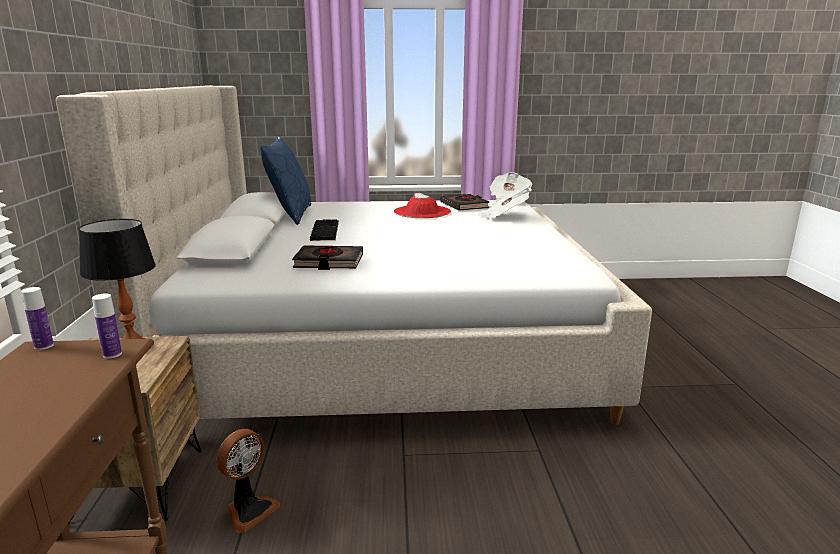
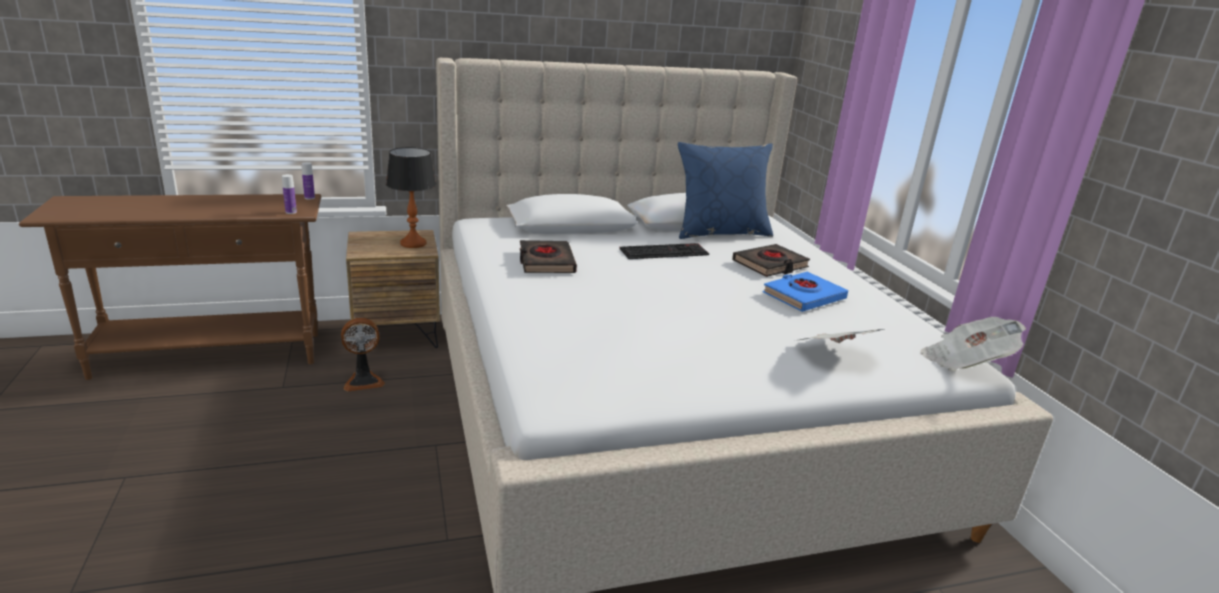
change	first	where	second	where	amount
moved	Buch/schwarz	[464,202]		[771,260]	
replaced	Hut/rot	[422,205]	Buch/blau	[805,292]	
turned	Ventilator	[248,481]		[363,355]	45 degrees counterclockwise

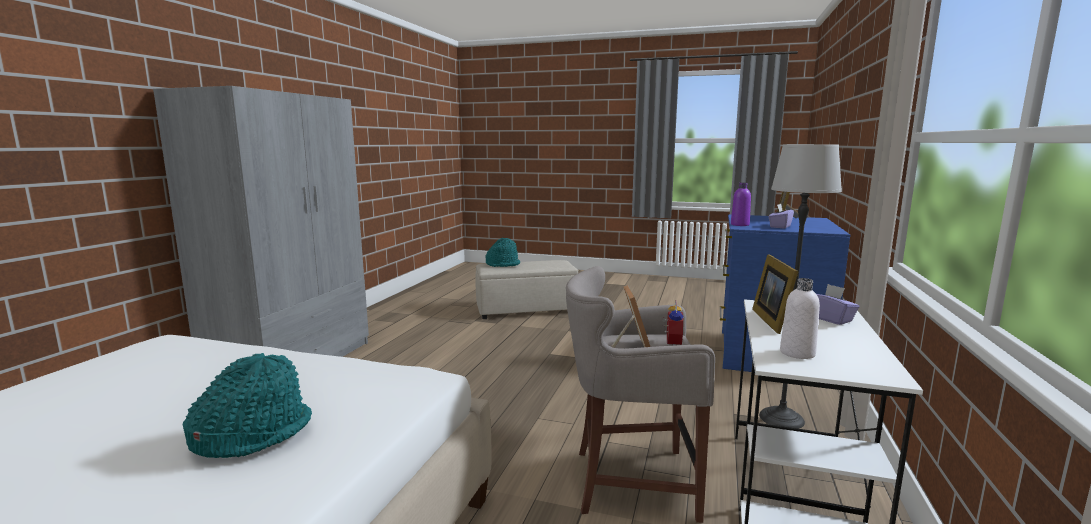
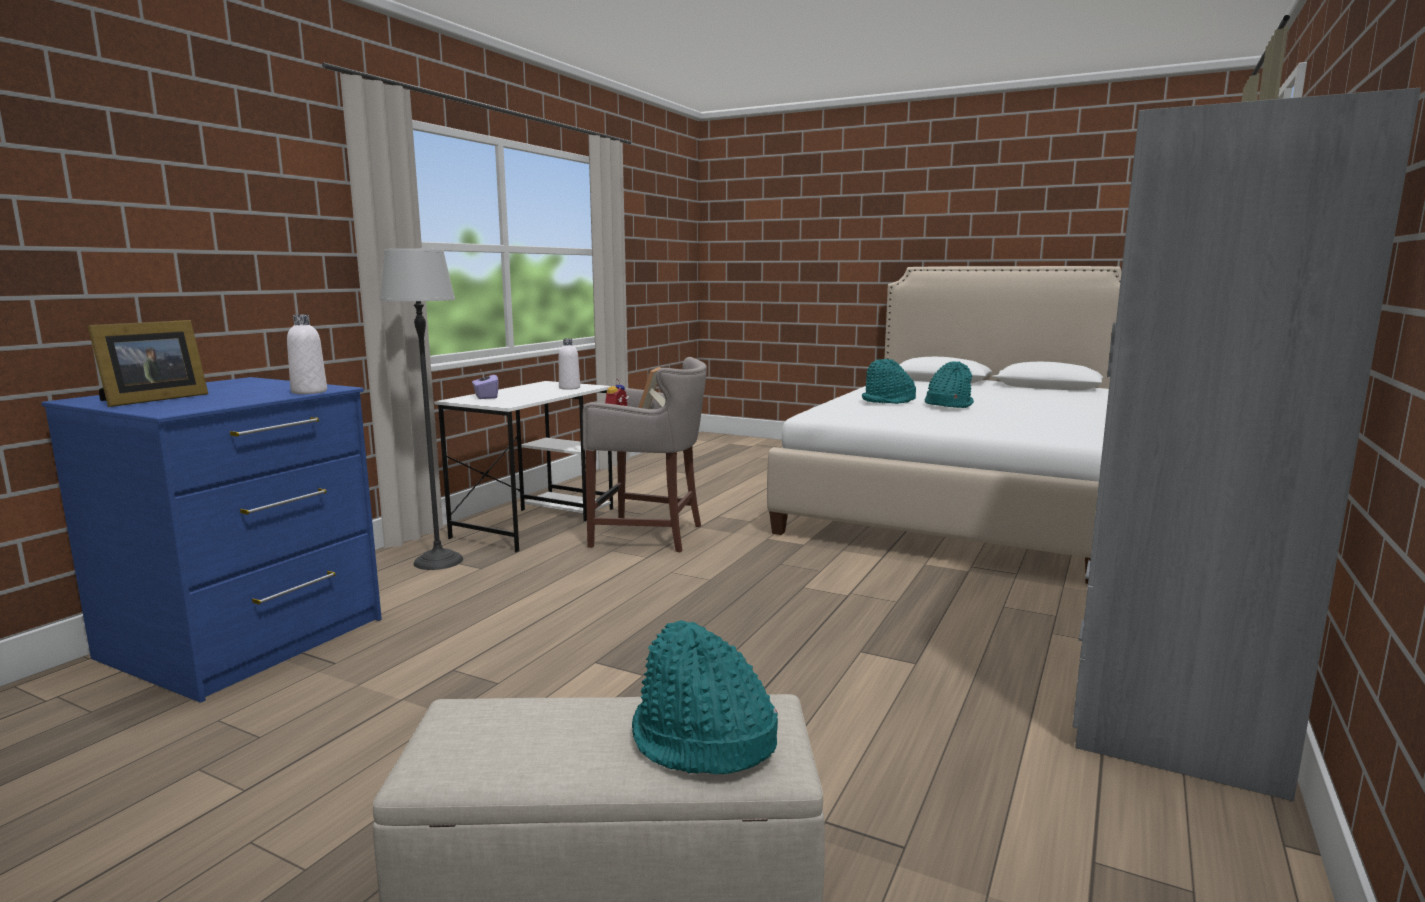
change	first	where	second	where	amount
removed	Bilderrahmen	[775,294]			
removed	Taschentuchbox/lila	[781,216]			
added			Hut/türkis	[949,384]	
recoloured	Flasche/lila	[741,204]	Flasche/weiß	[307,354]	

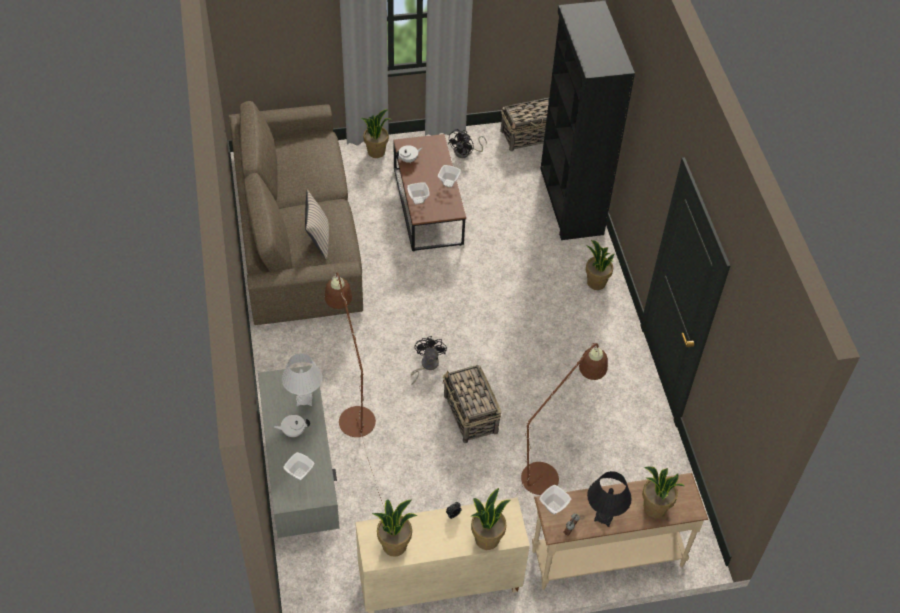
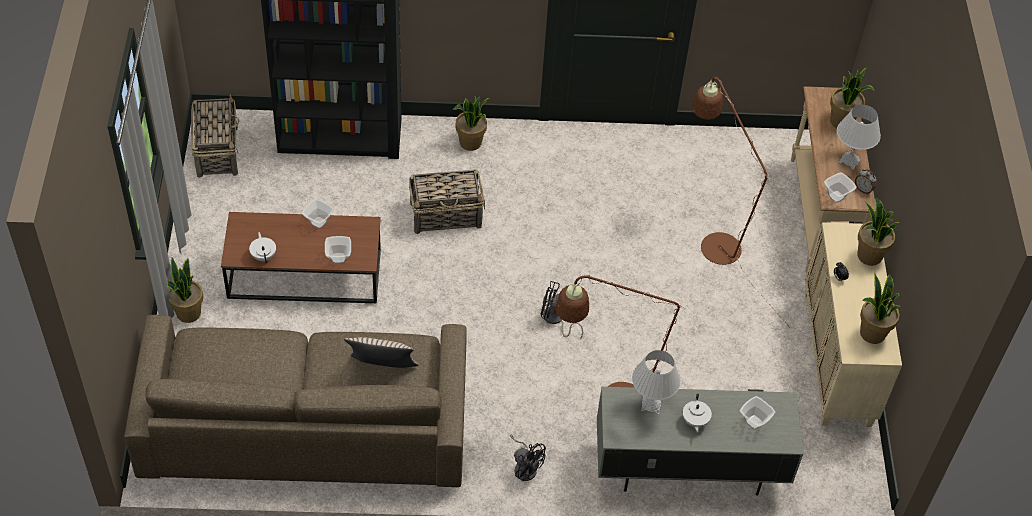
change	first	where	second	where	amount
moved	Korb	[472,404]		[447,202]	
moved	Ventilator/schwarz	[467,143]		[528,458]	
recoloured	Tischlampe/schwarz	[609,499]	Tischlampe/weiß	[859,137]	

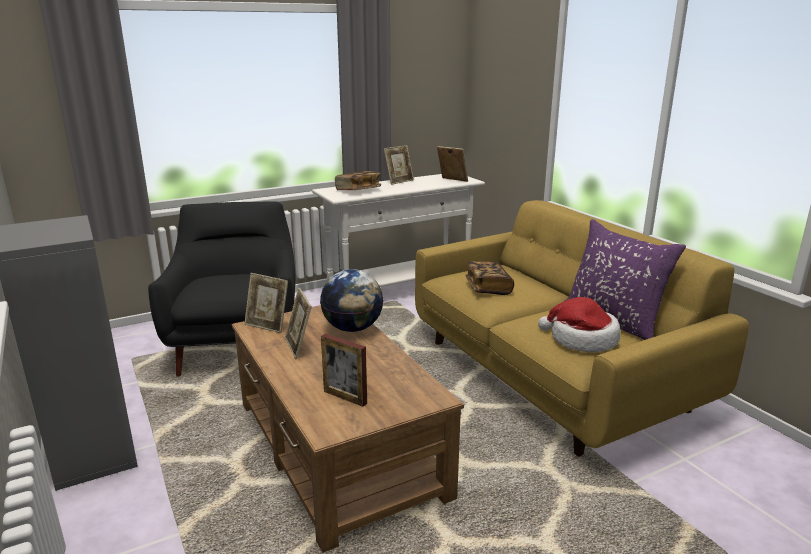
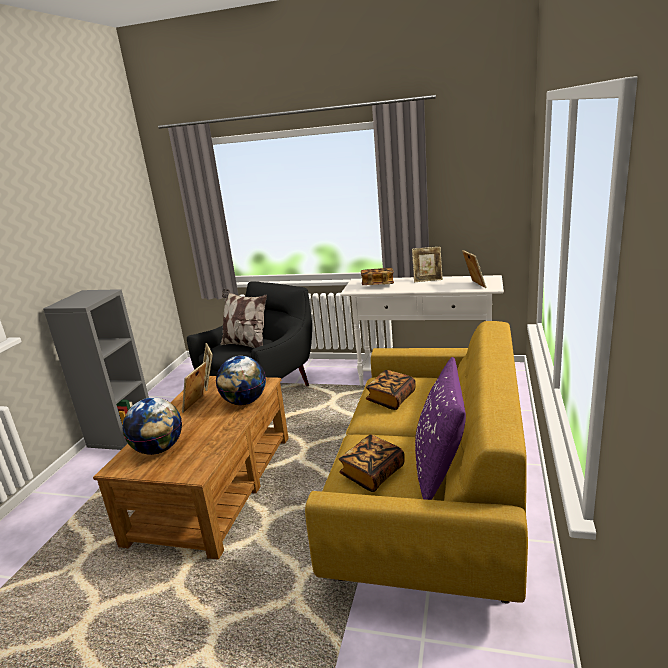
change	first	where	second	where	amount
added			Kissen	[243,318]	
replaced	Bilderrahmen	[344,370]	Globus	[152,426]	
replaced	Hut	[579,324]	Buch	[372,463]	

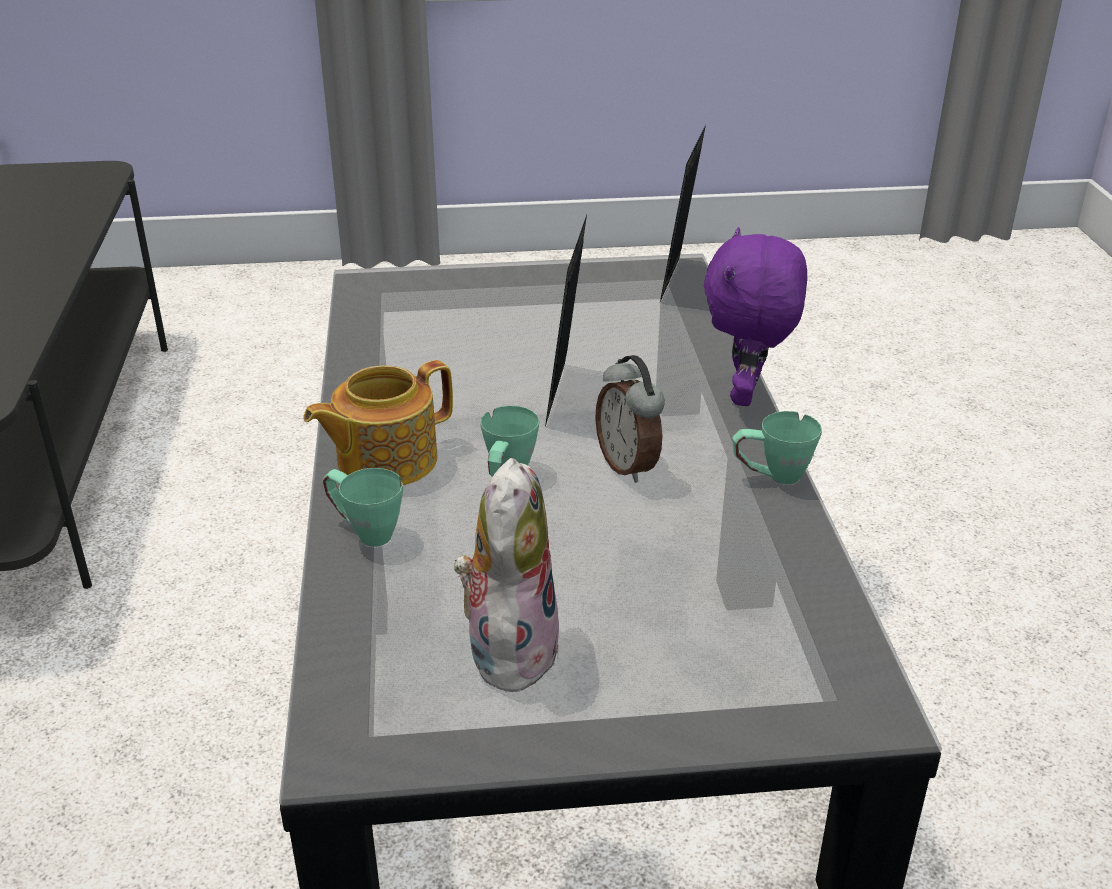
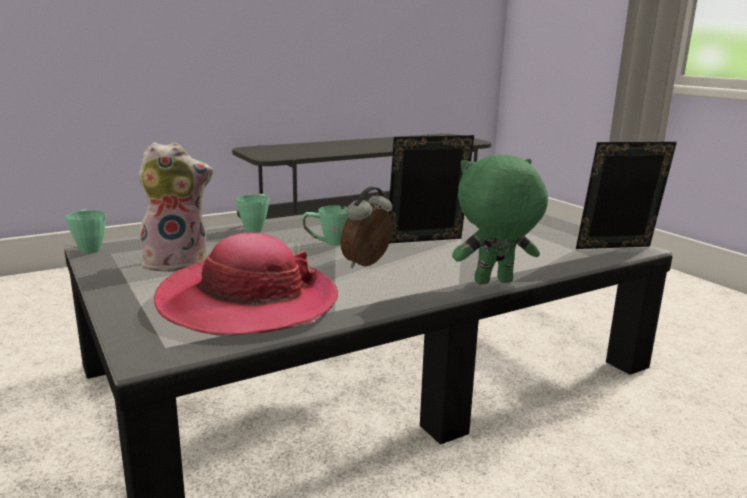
change	first	where	second	where	amount
removed	Teekanne	[378,422]			
added			Hut	[246,284]	
moved	Henkelbecher/grün	[777,447]		[86,231]	
recoloured	Plüschtier/lila	[755,316]	Plüschtier/grün	[500,219]	

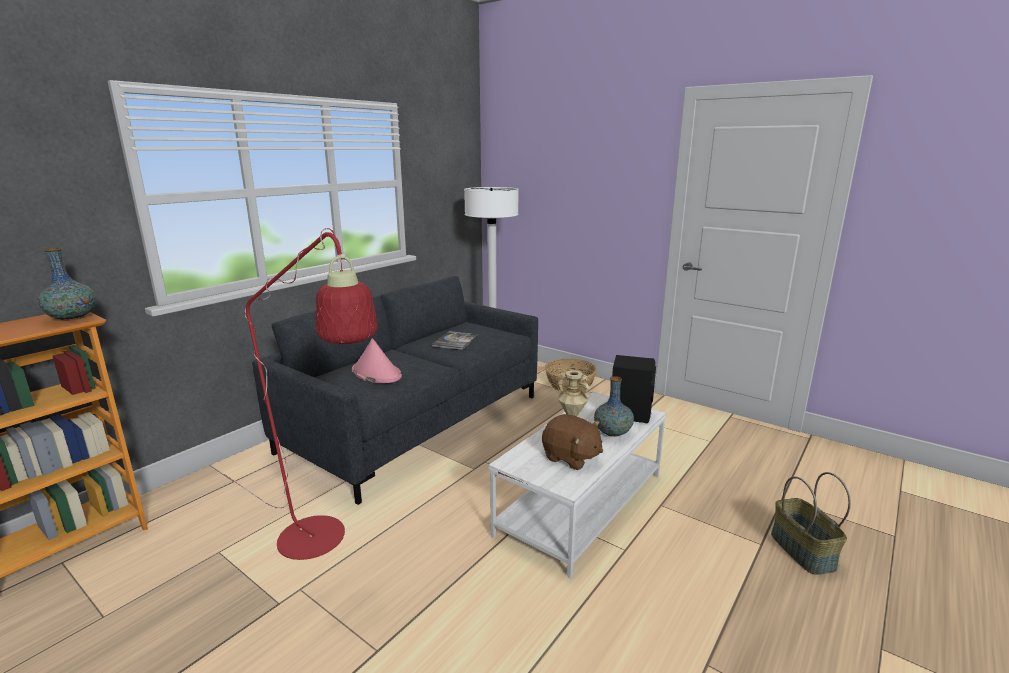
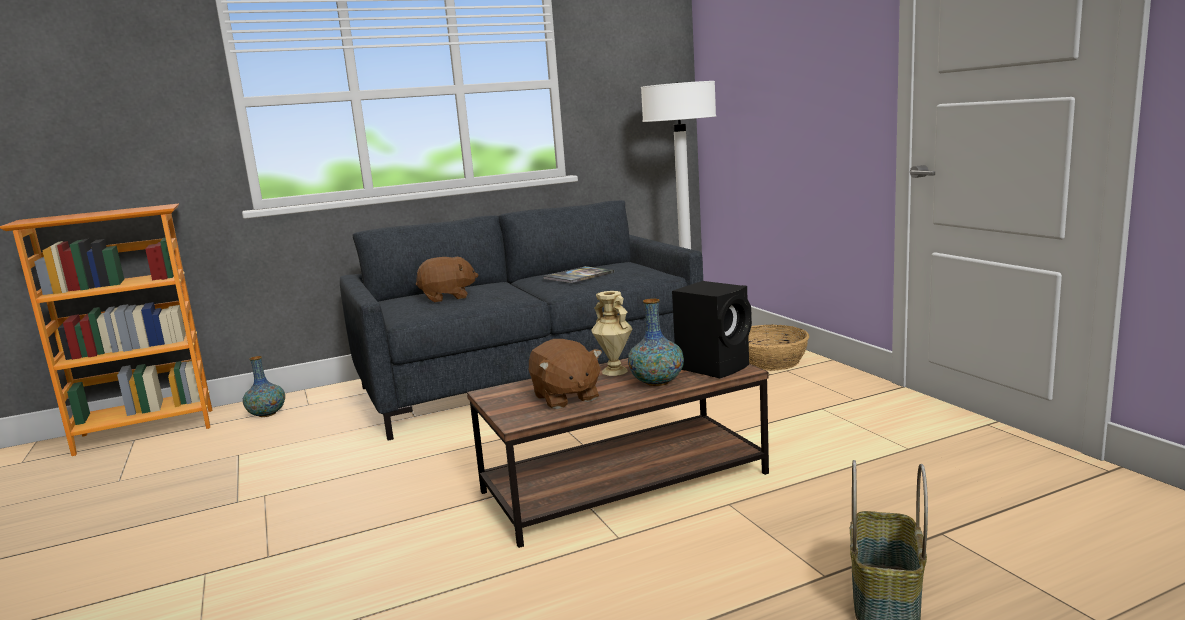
change	first	where	second	where	amount
removed	Stehlampe/rot	[301,394]			
moved	Vase	[66,284]		[264,386]	
replaced	Hut/rosa	[377,361]	Plüschtier/braun	[447,279]	
recoloured	Couchtisch/weiß	[577,485]	Couchtisch/braun	[618,453]	

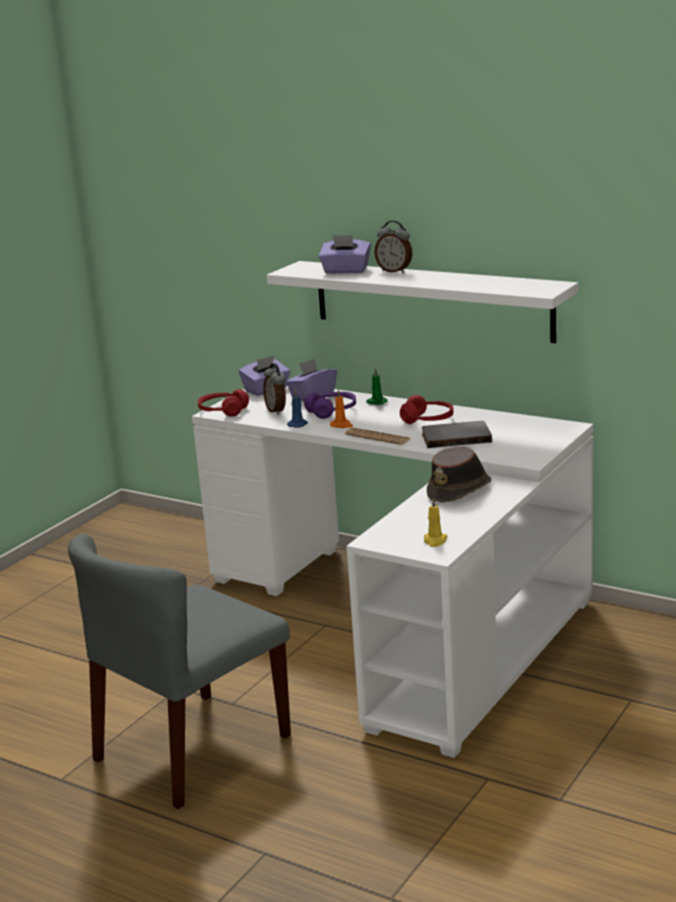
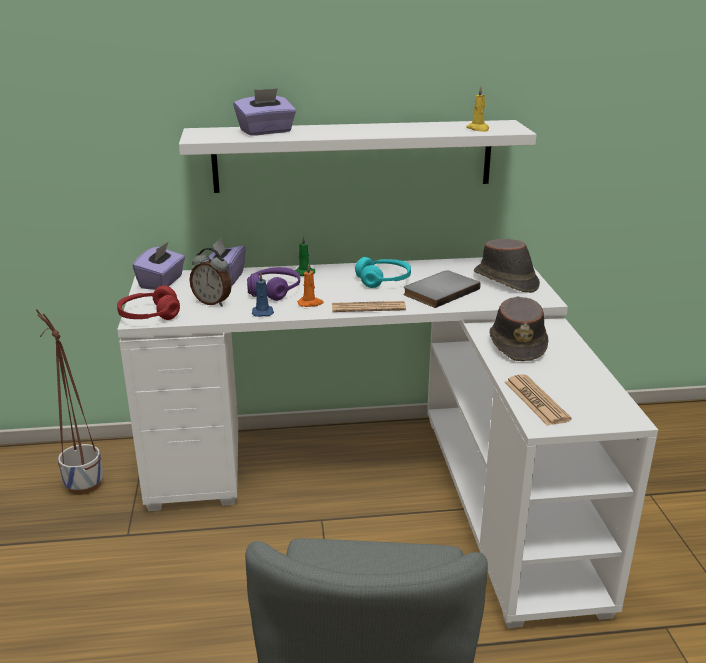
change	first	where	second	where	amount
removed	Wecker	[393,246]			
added			Pflanzkübel	[69,402]	
added			Hut/braun	[507,266]	
added			Zeitung	[538,400]	
moved	Kerze/gelb	[435,522]		[477,109]	
recoloured	Kopfhörer/rot	[426,409]	Kopfhörer/türkis	[383,272]	

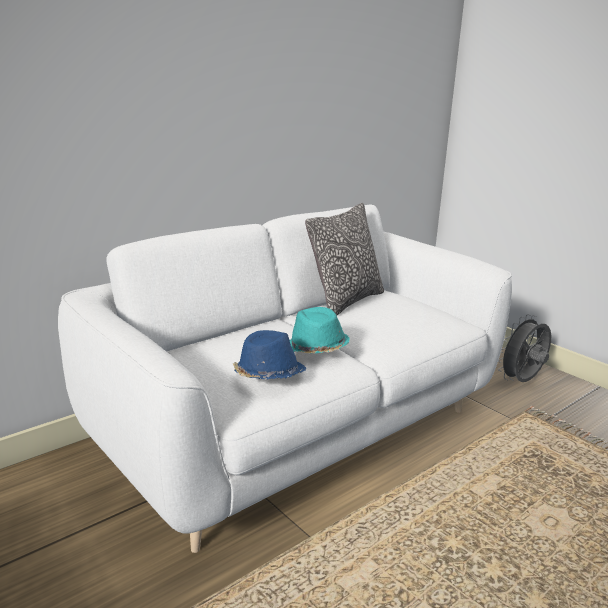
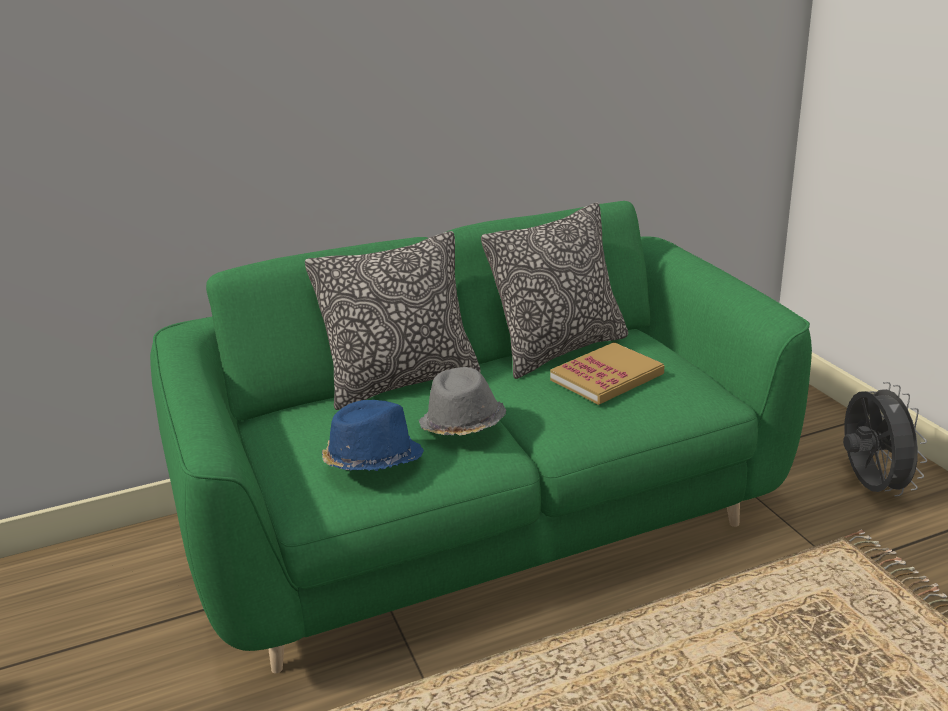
change	first	where	second	where	amount
added			Kissen	[393,320]	
added			Buch	[607,373]	
recoloured	Sofa/weiß	[285,379]	Sofa/grün	[481,437]	
recoloured	Hut/türkis	[319,330]	Hut/grau	[462,401]	
turned	Ventilator/grau	[524,348]		[885,439]	105 degrees clockwise

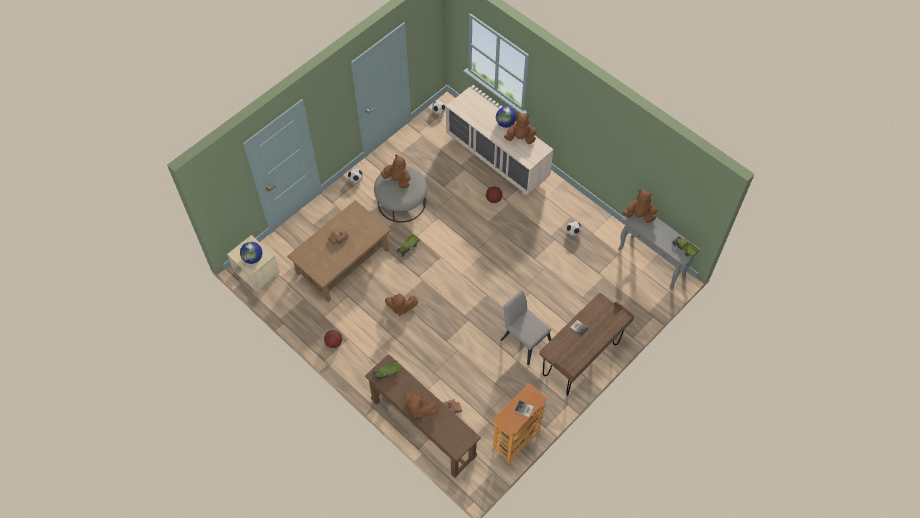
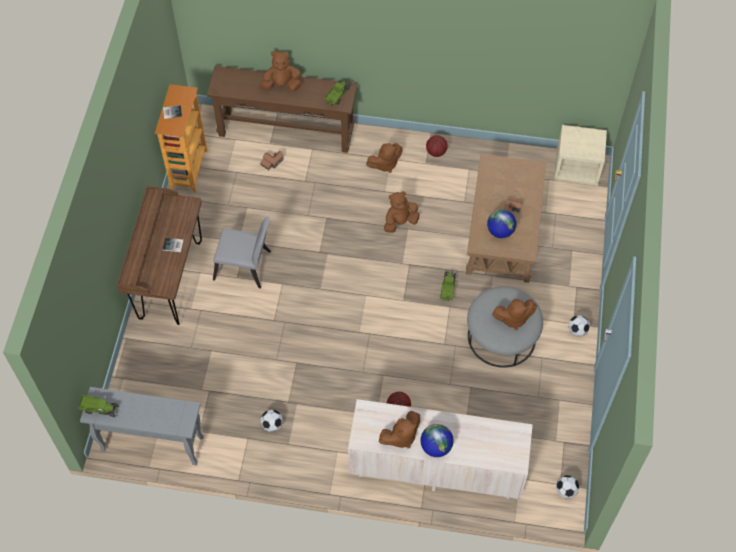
change	first	where	second	where	amount
moved	Globus	[251,253]		[501,223]	
moved	Plüschtier/braun	[640,206]		[384,158]	

